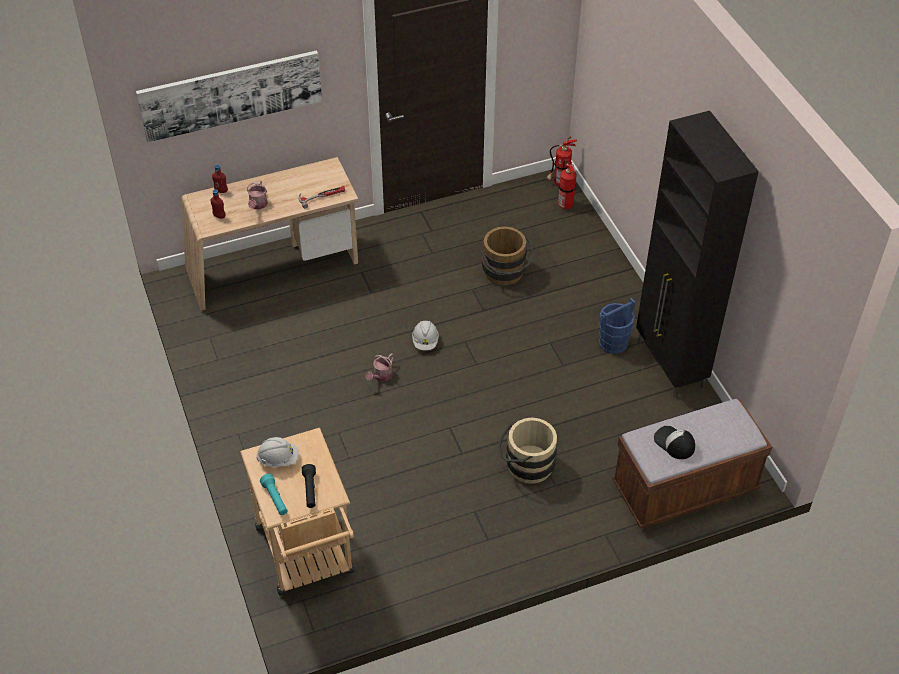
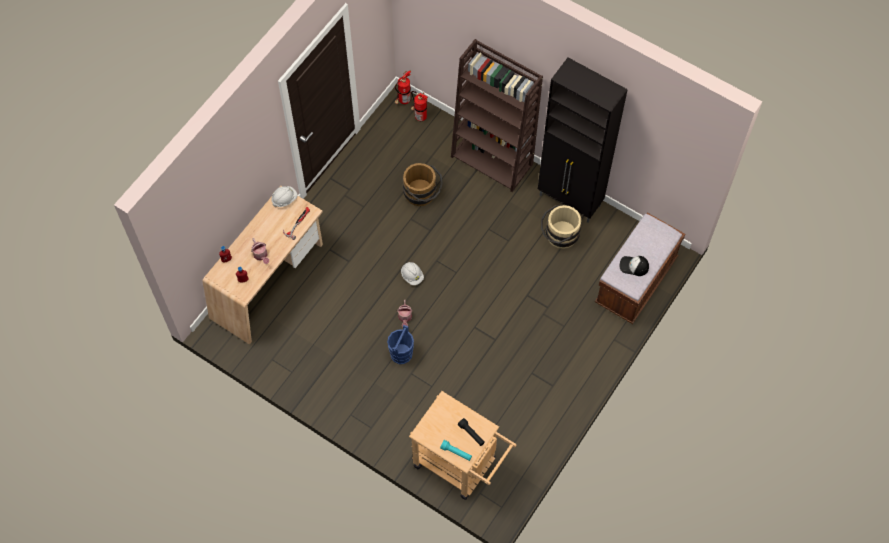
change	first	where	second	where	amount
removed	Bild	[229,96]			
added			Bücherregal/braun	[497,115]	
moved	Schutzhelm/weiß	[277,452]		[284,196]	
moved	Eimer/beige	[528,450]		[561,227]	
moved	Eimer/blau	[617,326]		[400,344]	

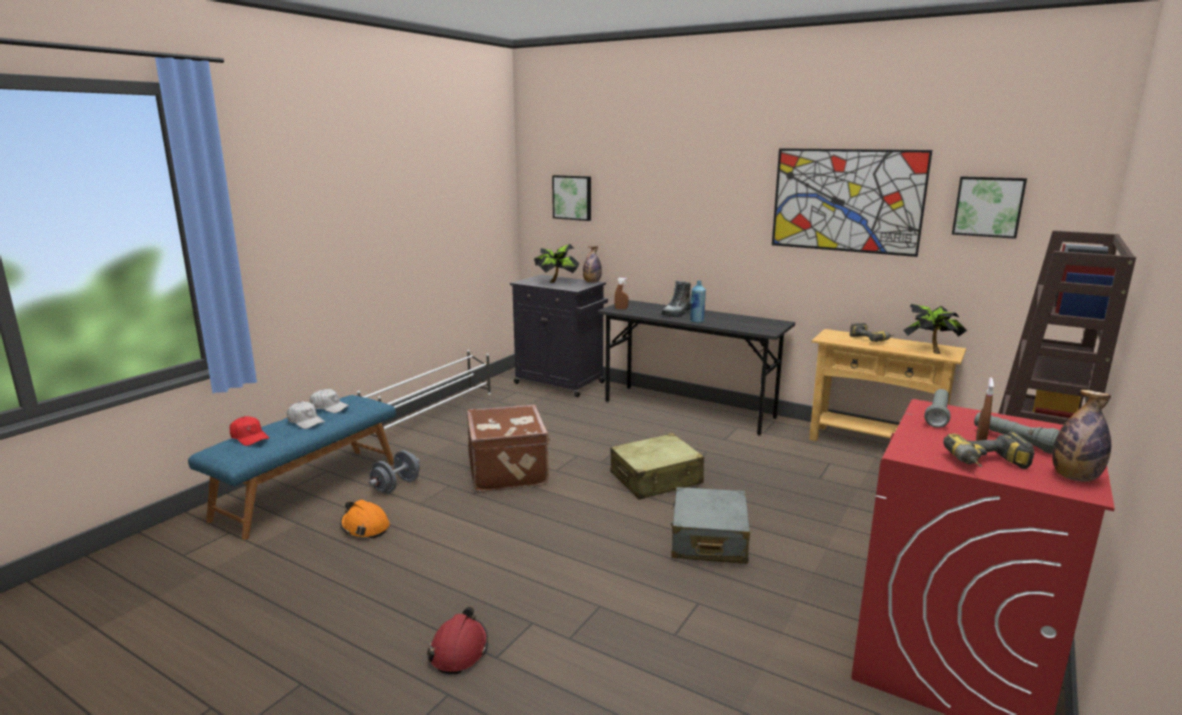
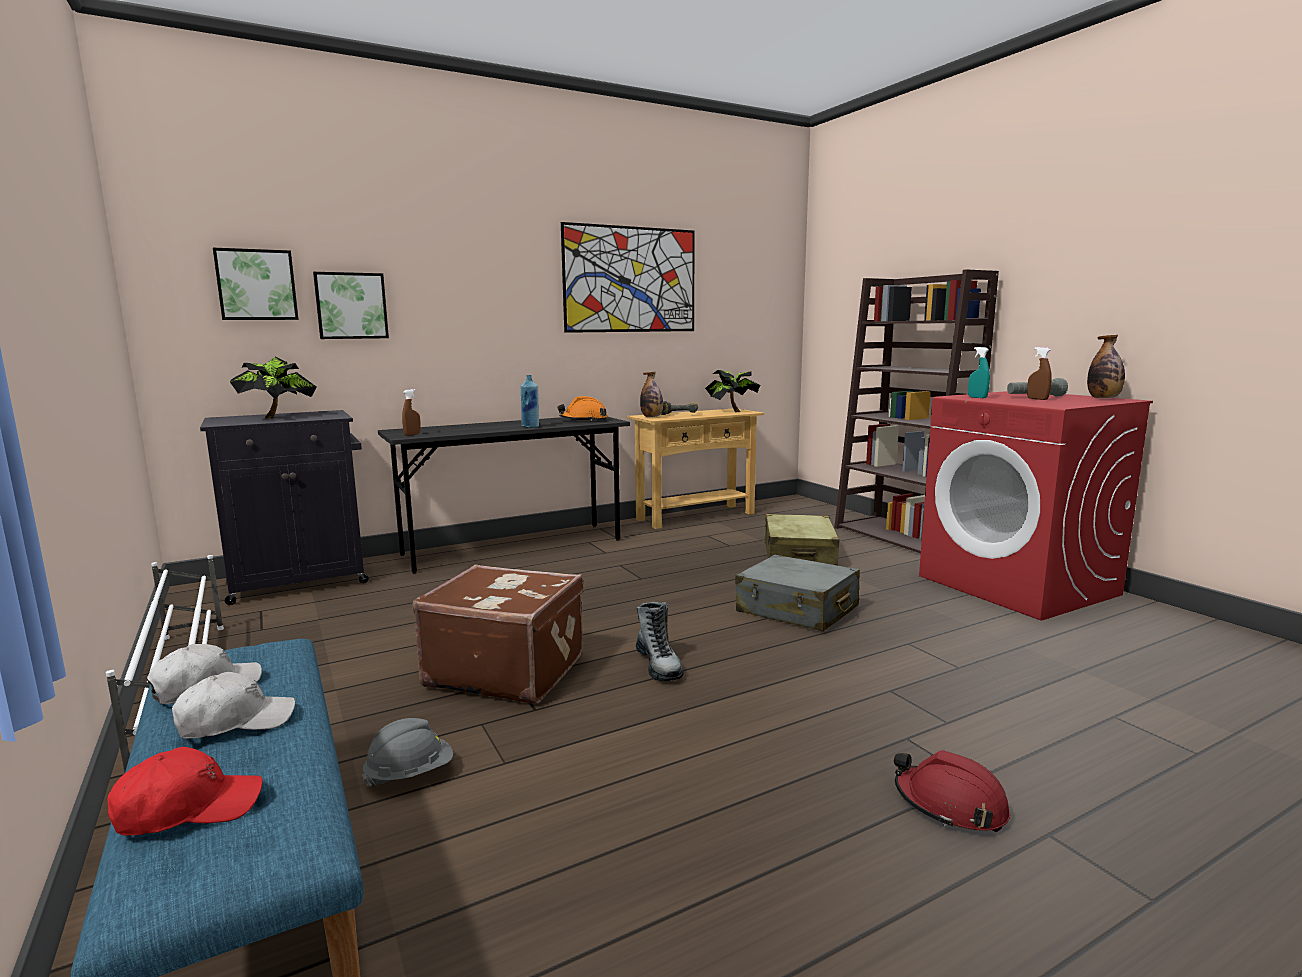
change	first	where	second	where	amount
removed	Bohrmaschine	[989,450]			
moved	Schutzhelm/orange	[364,519]		[582,408]	
moved	Flasche	[592,264]		[651,394]	
moved	Koffer/beige	[657,466]		[802,540]	
moved	Stiefel	[676,299]		[660,641]	
moved	Bild	[989,207]		[351,305]	
replaced	Hantel/grau	[394,472]	Schutzhelm/grau	[407,752]	
replaced	Taschenlampe/grau	[937,408]	Sprühflasche/türkis	[979,372]	

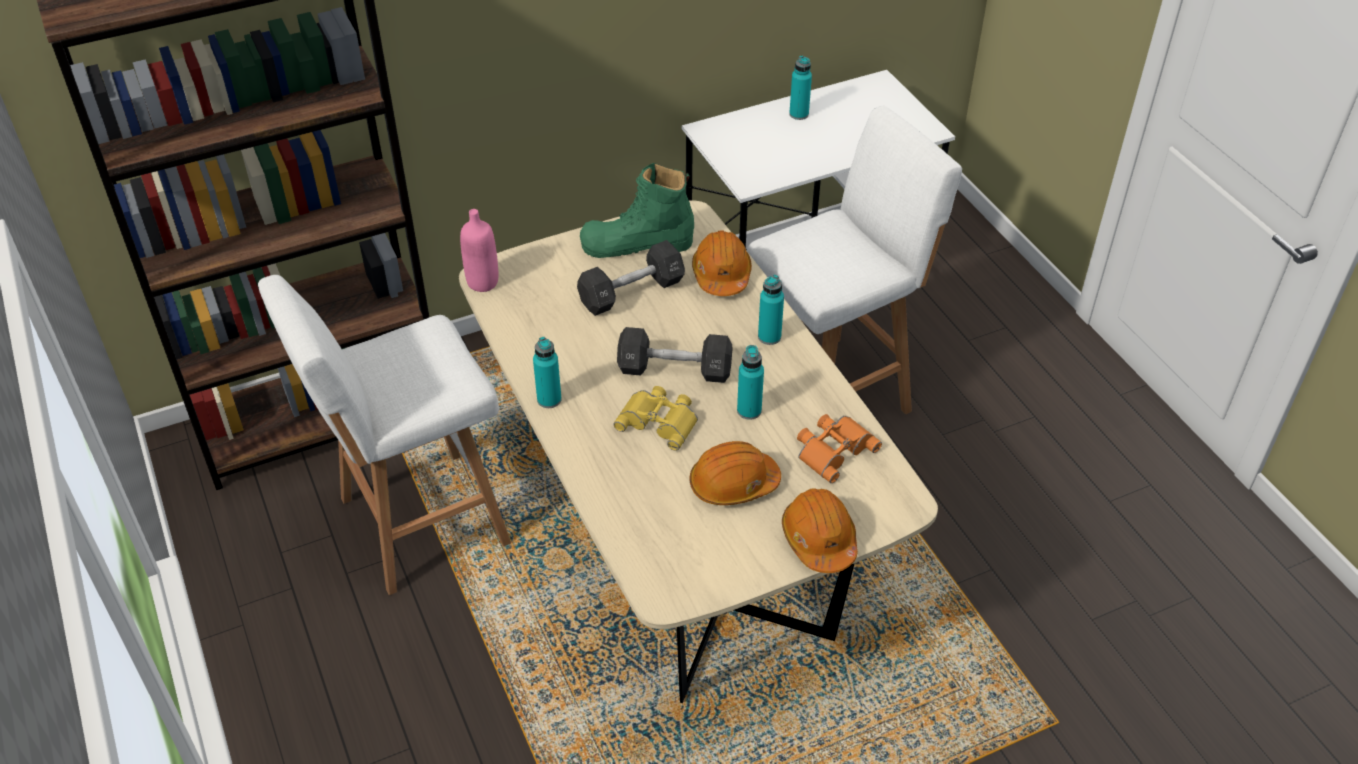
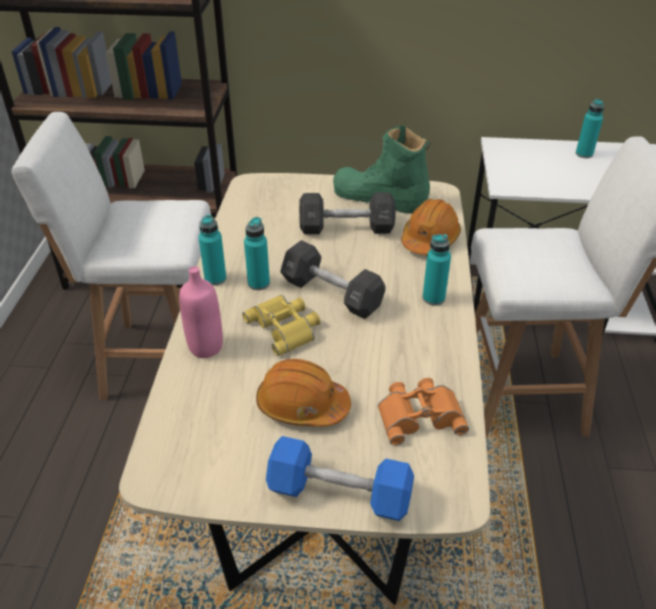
change	first	where	second	where	amount
moved	Flasche/rosa	[479,250]		[201,312]	
moved	Flasche/türkis	[750,382]		[257,253]	
replaced	Schutzhelm/orange	[820,530]	Hantel/blau	[340,478]	

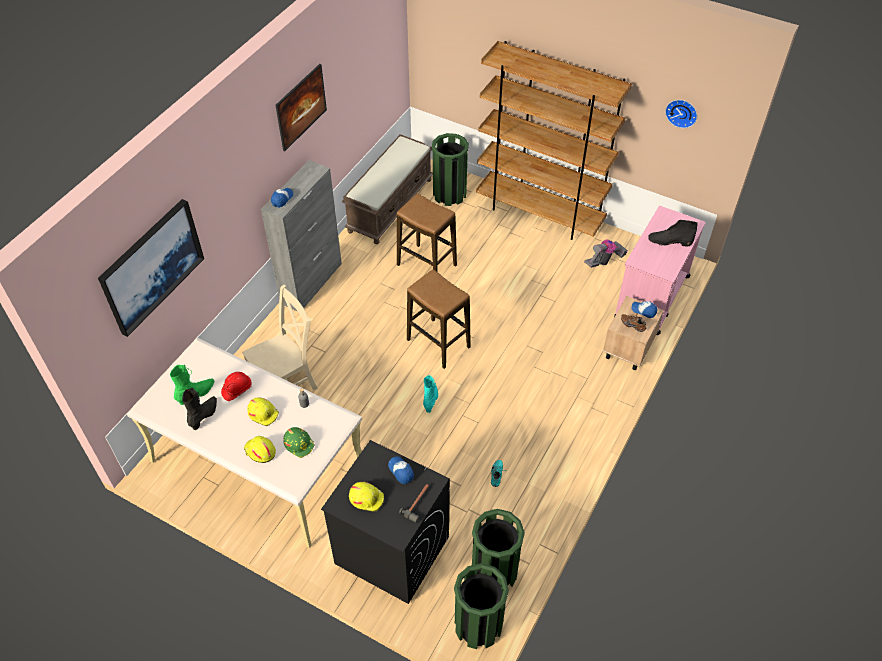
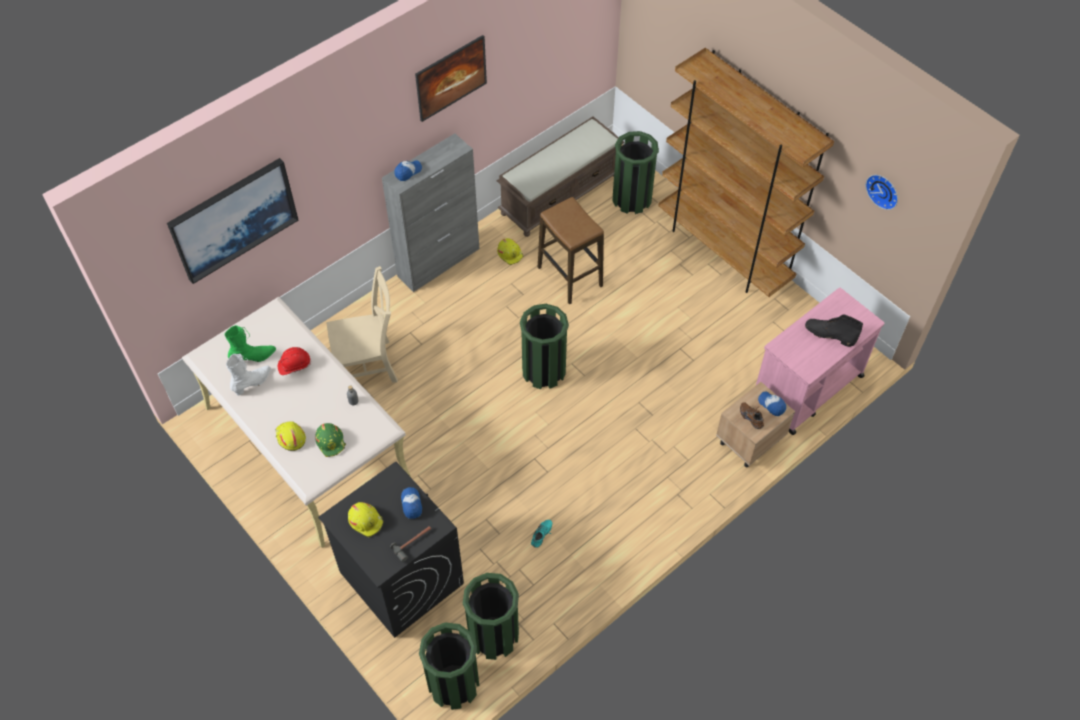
change	first	where	second	where	amount
removed	Stiefel/türkis	[430,394]			
removed	Staubsauger	[606,253]			
moved	Schutzhelm/gelb	[263,412]		[510,251]	
replaced	Hocker	[439,319]	Mülleimer/grün	[544,346]	
recoloured	Stiefel/schwarz	[199,409]	Stiefel/weiß	[248,374]	

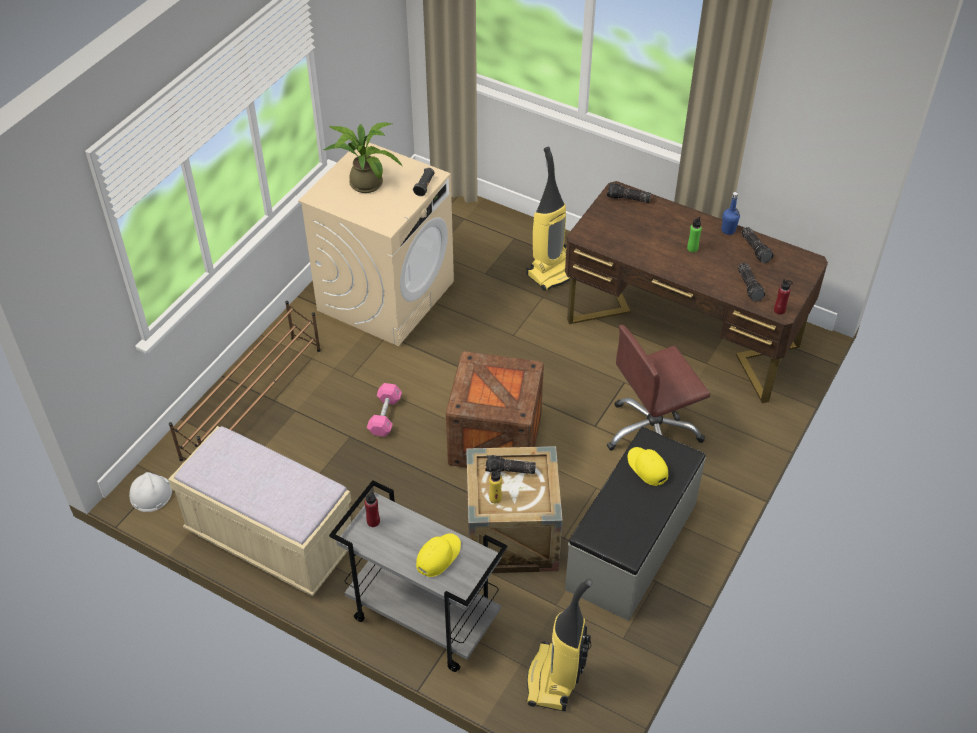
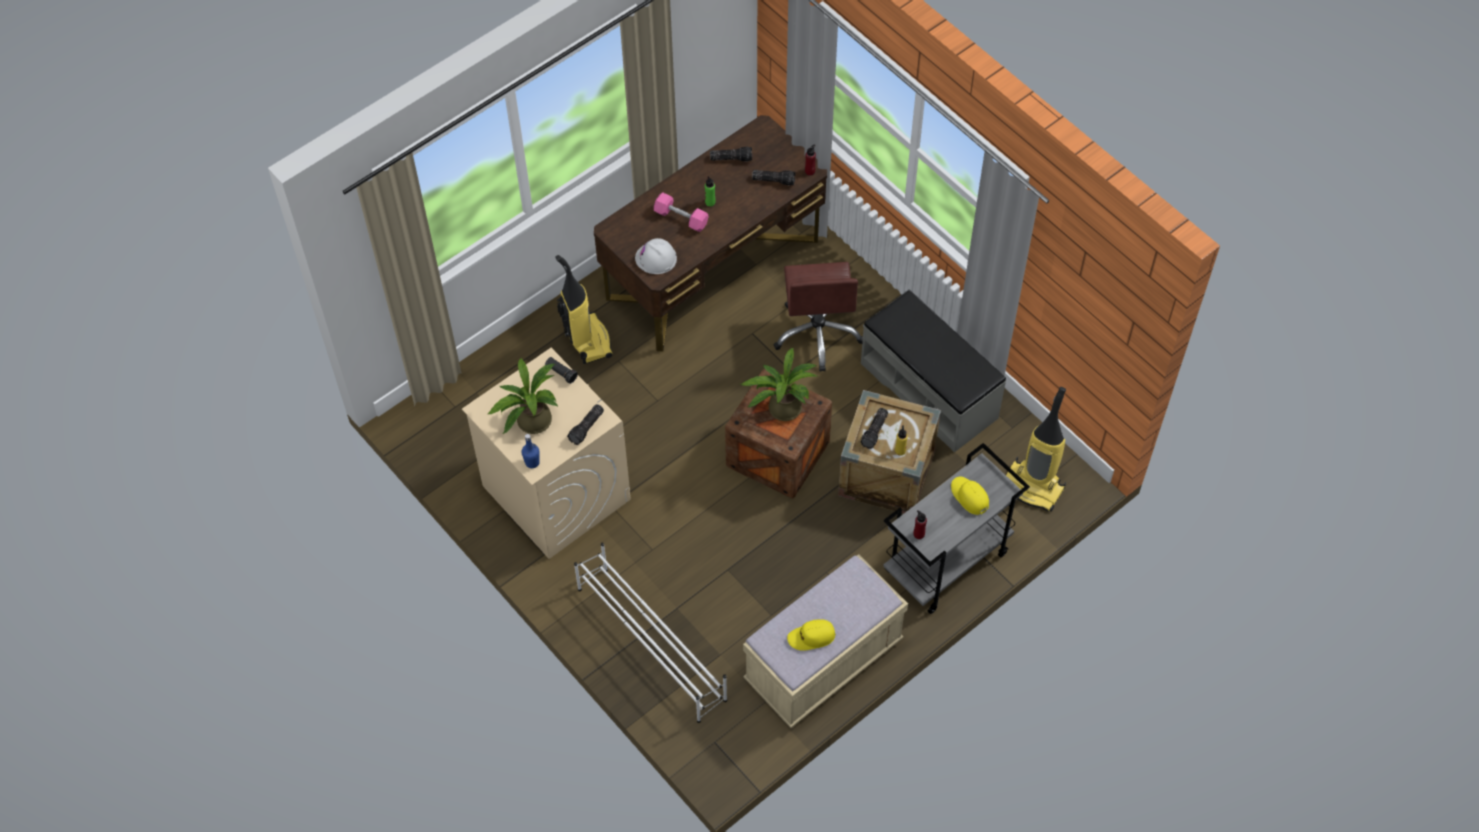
change	first	where	second	where	amount
added			Topfpflanze	[780,384]	
moved	Schutzhelm/weiß	[150,492]		[656,256]	
moved	Hantel/rosa	[384,410]		[681,212]	
moved	Taschenlampe	[629,193]		[585,424]	
moved	Kappe/gelb	[648,466]		[811,635]	
moved	Flasche/blau	[730,213]		[530,451]	
recoloured	Schuhregal/braun	[245,381]	Schuhregal/weiß	[650,633]	

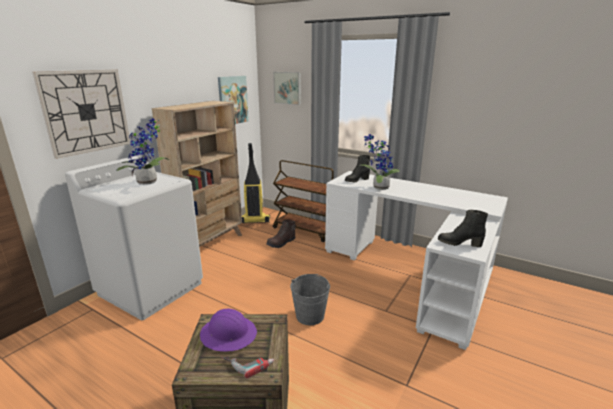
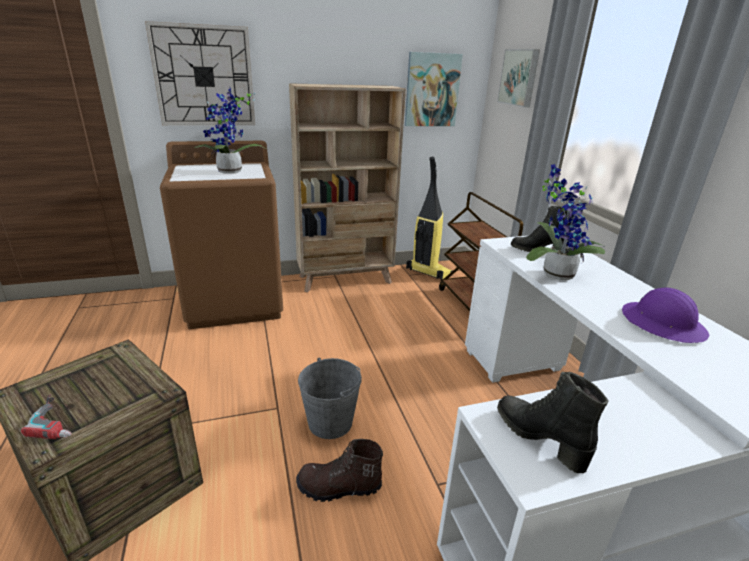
change	first	where	second	where	amount
moved	Schutzhelm/lila	[228,330]		[665,315]	
moved	Stiefel/braun	[281,234]		[339,470]	
recoloured	Waschmaschine/weiß	[134,237]	Waschmaschine/braun	[221,235]	

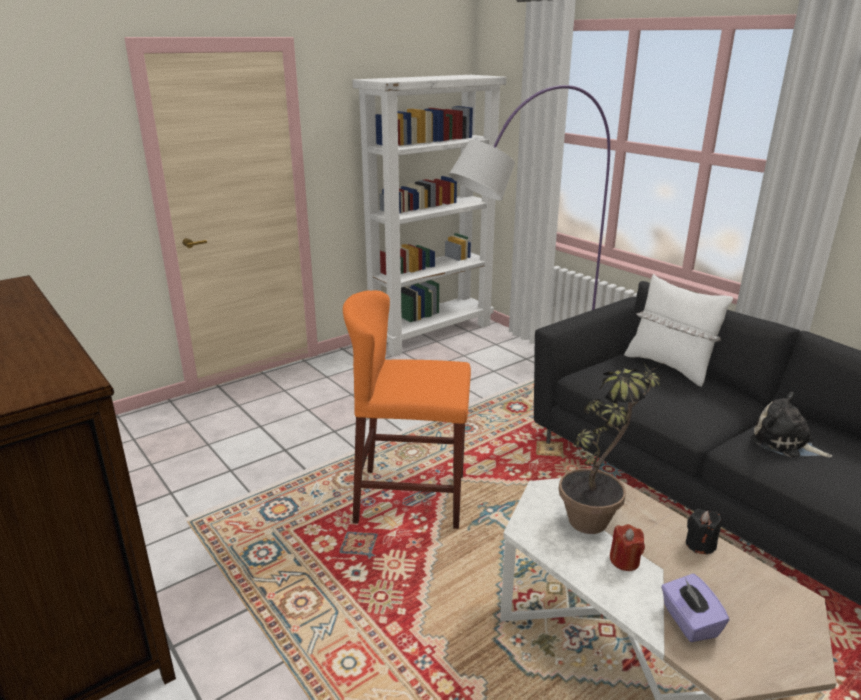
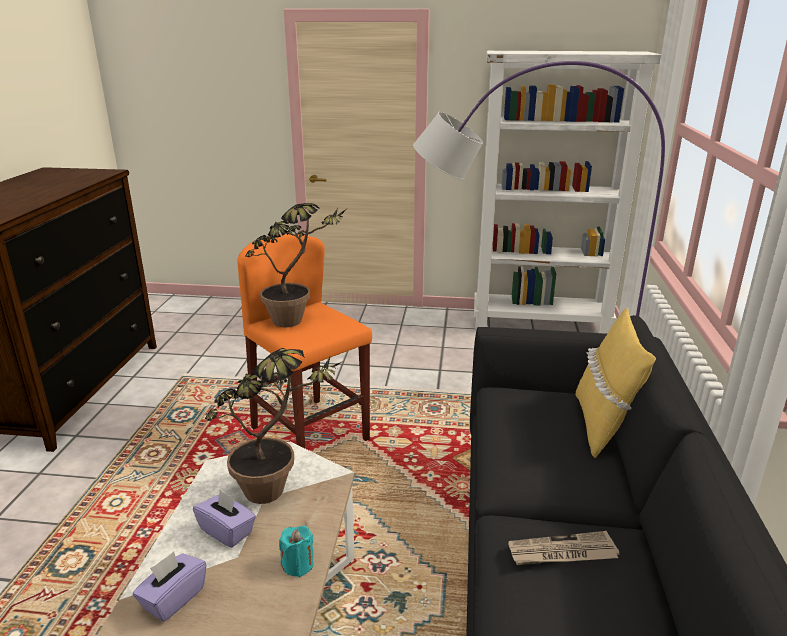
change	first	where	second	where	amount
added			Topfpflanze	[297,265]	
replaced	Kerze/rot	[627,547]	Taschentuchbox/lila	[224,519]	
replaced	Plüschtier	[791,424]	Zeitung	[563,548]	
recoloured	Kissen/weiß	[678,330]	Kissen/gelb	[616,382]	
recoloured	Kerze/schwarz	[703,531]	Kerze/türkis	[296,551]	

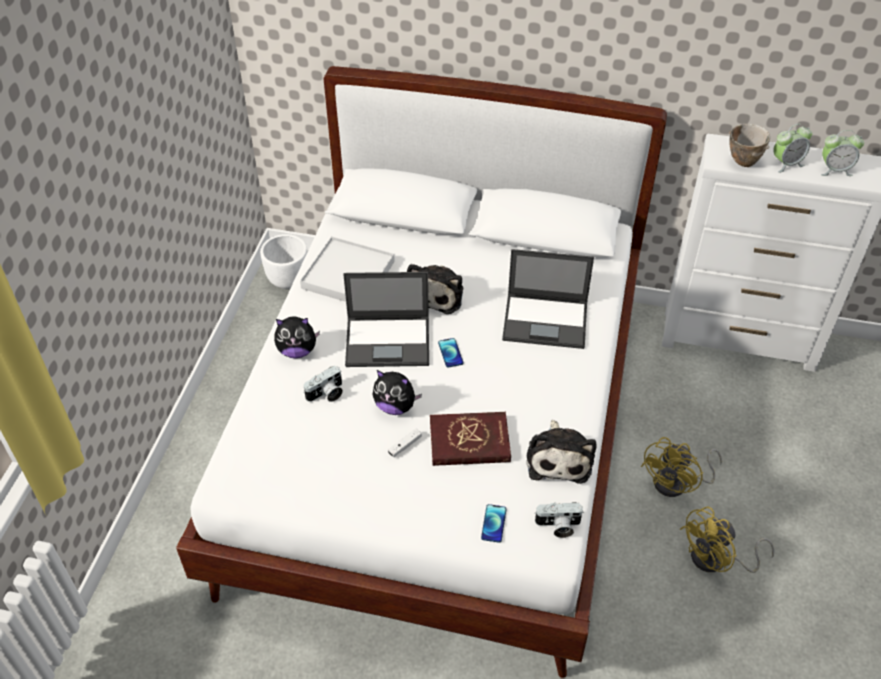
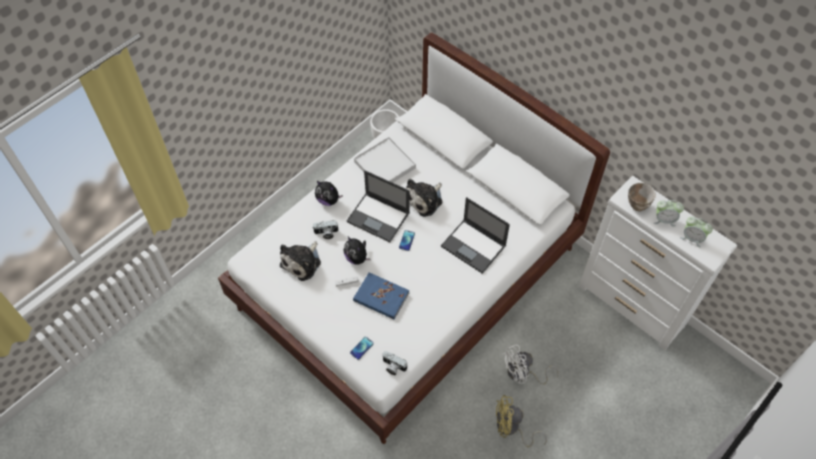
change	first	where	second	where	amount
moved	Plüschtier	[561,452]		[300,261]	
recoloured	Buch/rot	[470,439]	Buch/blau	[381,295]	
recoloured	Ventilator/gelb	[681,467]	Ventilator/weiß	[530,365]	

